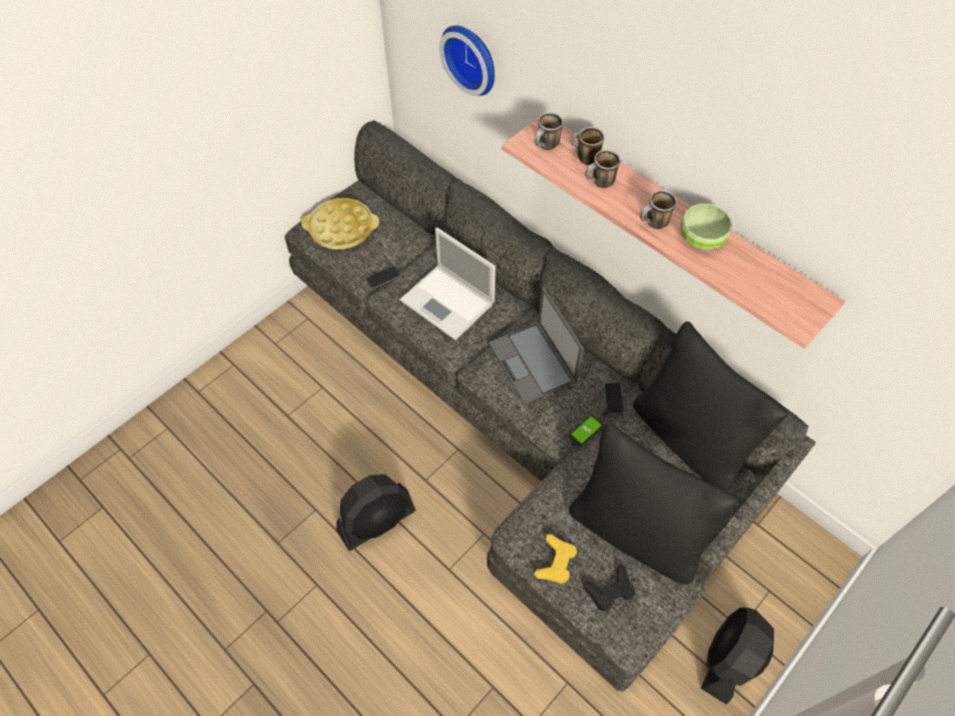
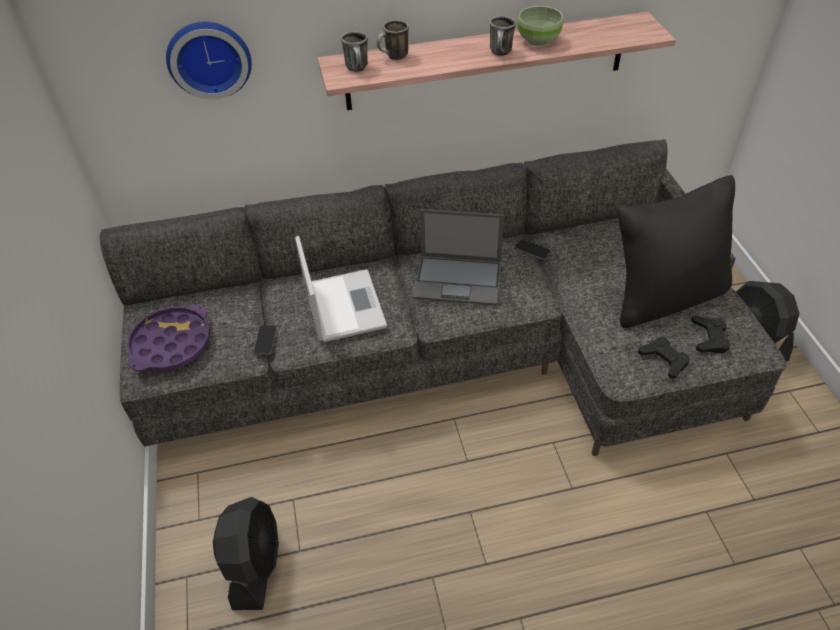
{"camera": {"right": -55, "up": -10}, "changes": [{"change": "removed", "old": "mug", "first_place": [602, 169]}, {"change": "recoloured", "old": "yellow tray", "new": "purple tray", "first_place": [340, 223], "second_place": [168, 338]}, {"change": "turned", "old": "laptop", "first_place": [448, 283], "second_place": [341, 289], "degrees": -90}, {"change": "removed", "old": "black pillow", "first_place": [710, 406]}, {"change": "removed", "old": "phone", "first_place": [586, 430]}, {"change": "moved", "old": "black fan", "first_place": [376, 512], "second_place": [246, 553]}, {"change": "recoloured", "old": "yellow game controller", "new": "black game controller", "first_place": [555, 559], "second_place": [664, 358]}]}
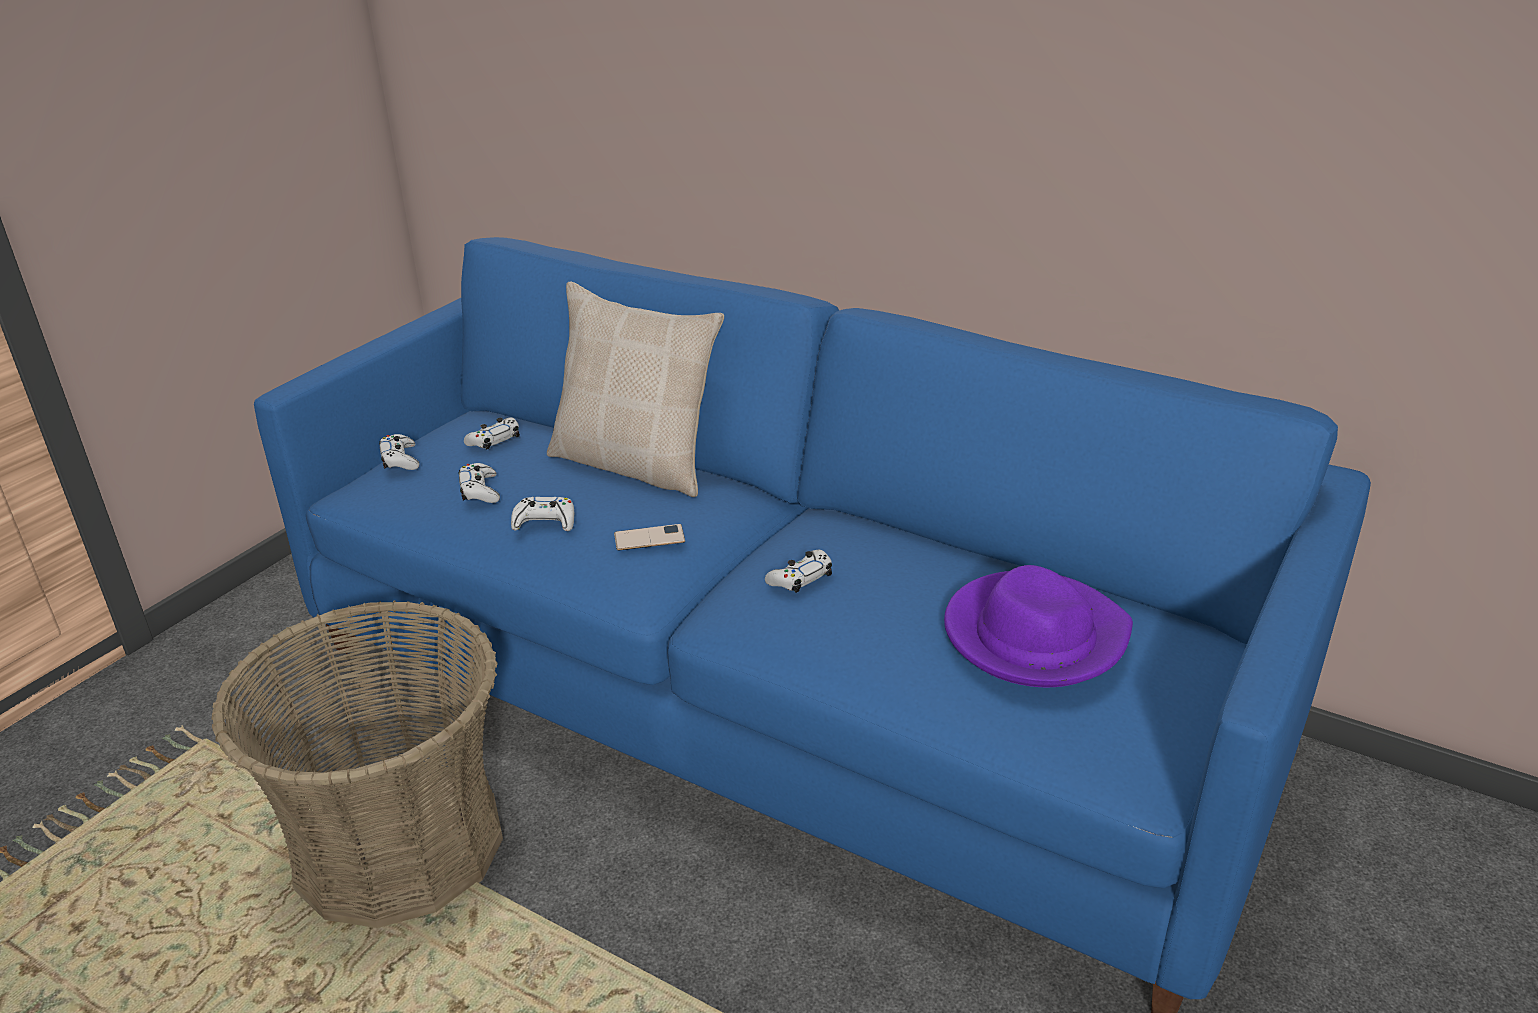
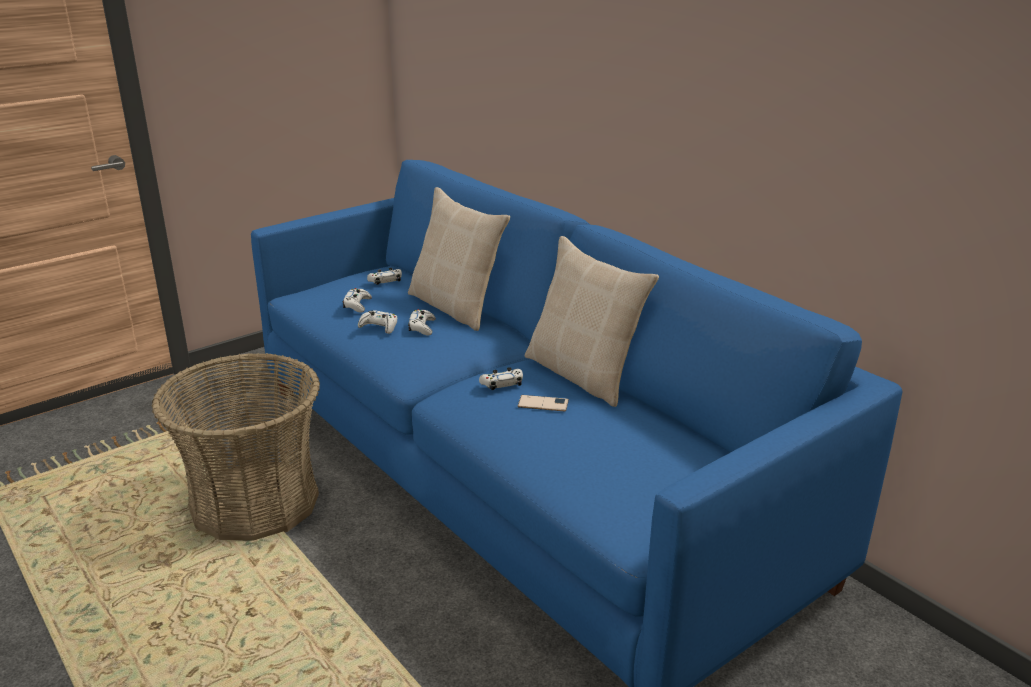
{"camera": {"right": 20, "up": -5}, "changes": [{"change": "moved", "old": "white game controller", "first_place": [399, 452], "second_place": [422, 322]}, {"change": "moved", "old": "phone", "first_place": [649, 537], "second_place": [543, 403]}, {"change": "removed", "old": "purple hat", "first_place": [1038, 626]}, {"change": "added", "new": "beige pillow", "second_place": [592, 321]}]}
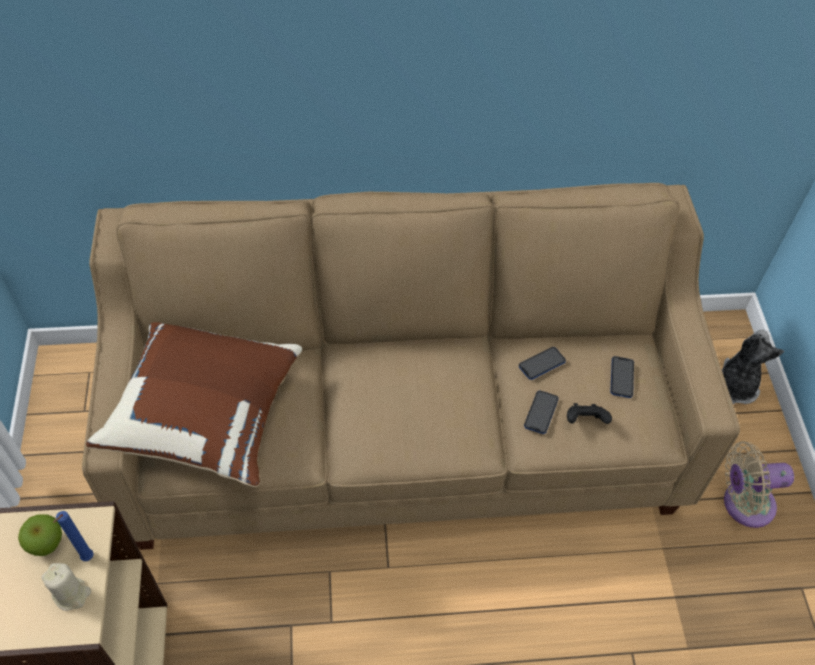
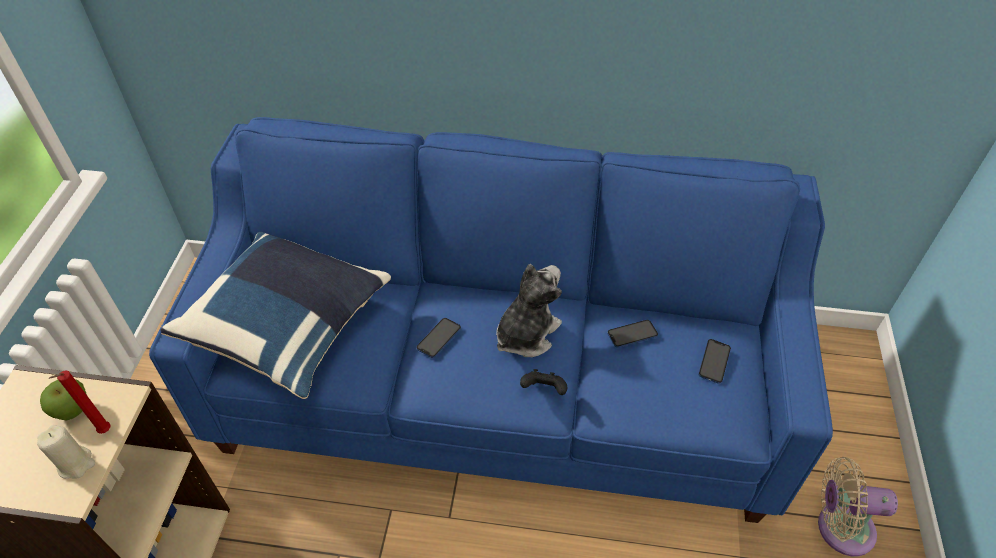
{"camera": {"right": 15, "up": -5}, "changes": [{"change": "recoloured", "old": "beige sofa", "new": "blue sofa", "first_place": [411, 366], "second_place": [491, 320]}, {"change": "recoloured", "old": "brown pillow", "new": "blue pillow", "first_place": [194, 404], "second_place": [275, 315]}, {"change": "moved", "old": "plush toy", "first_place": [753, 367], "second_place": [529, 310]}, {"change": "moved", "old": "phone", "first_place": [541, 412], "second_place": [439, 338]}, {"change": "moved", "old": "black game controller", "first_place": [589, 413], "second_place": [543, 382]}, {"change": "recoloured", "old": "blue candle", "new": "red candle", "first_place": [73, 536], "second_place": [79, 402]}]}
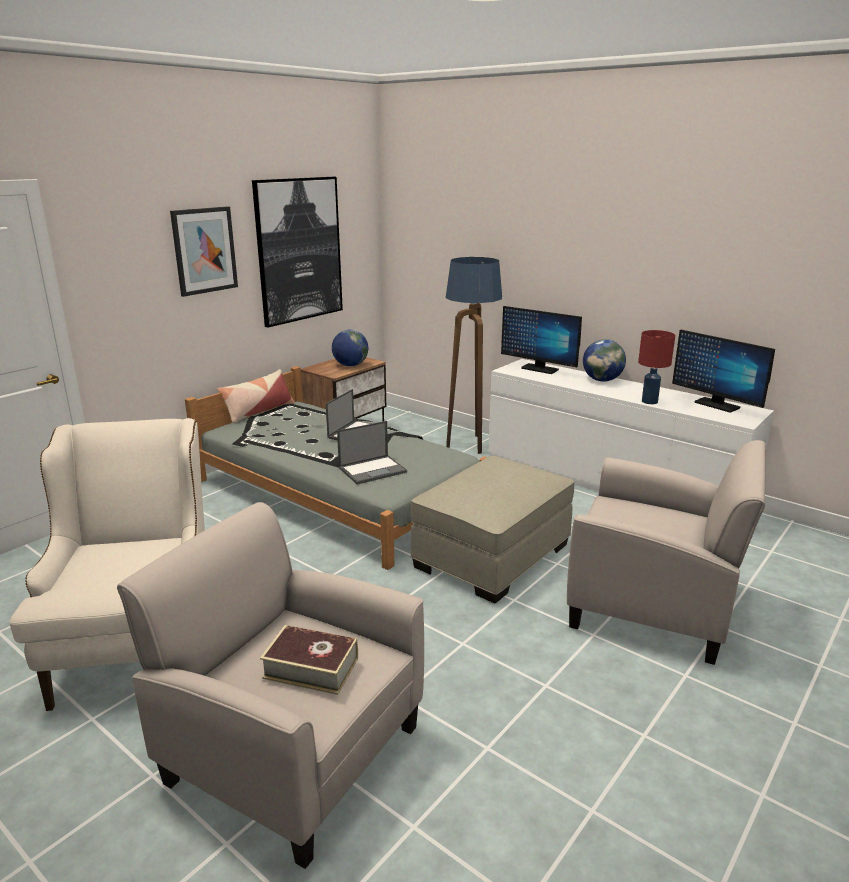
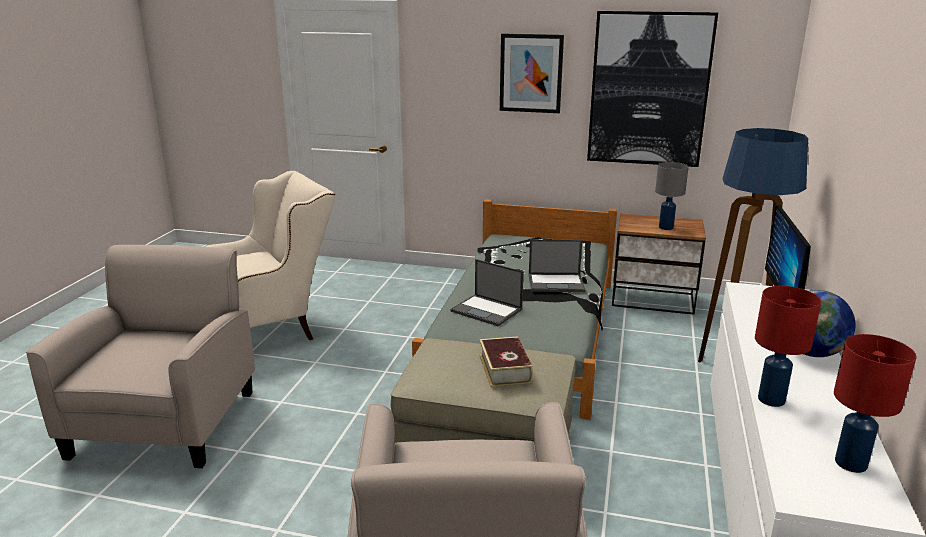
{"camera": {"right": 65, "up": 0}, "changes": [{"change": "replaced", "old": "globe", "new": "grey table lamp", "first_place": [350, 348], "second_place": [672, 196]}, {"change": "replaced", "old": "monitor", "new": "red table lamp", "first_place": [723, 371], "second_place": [875, 403]}, {"change": "removed", "old": "pillow", "first_place": [256, 396]}, {"change": "moved", "old": "book", "first_place": [309, 660], "second_place": [506, 361]}]}
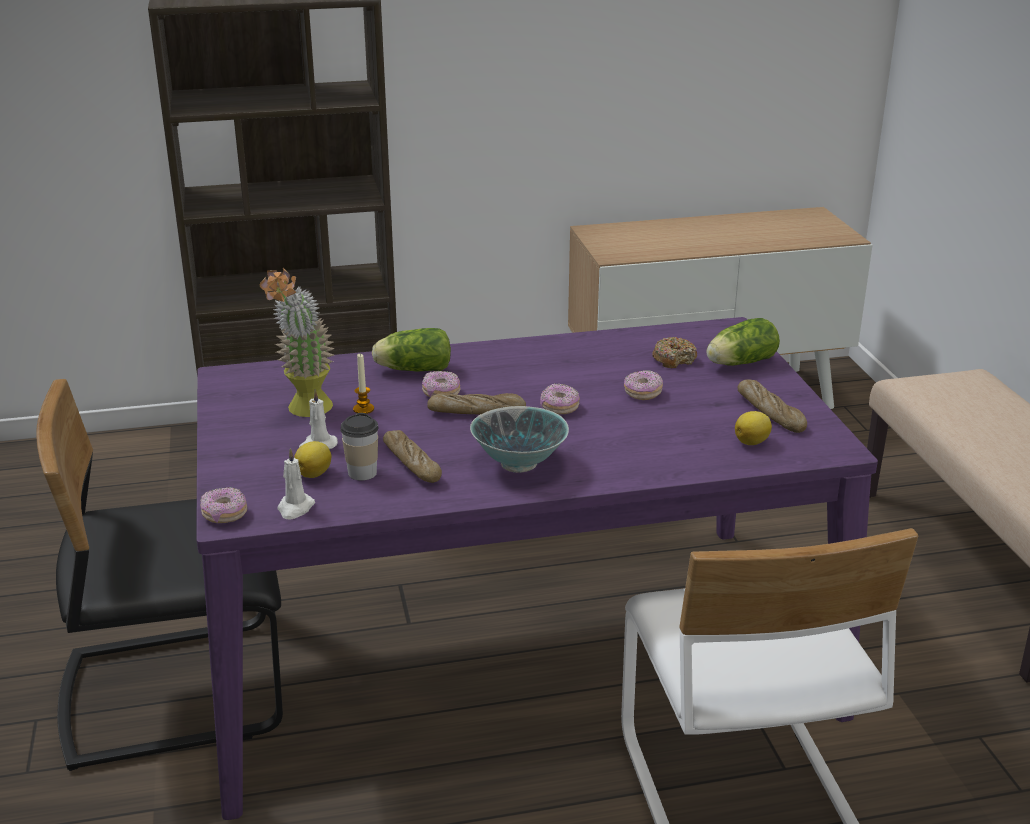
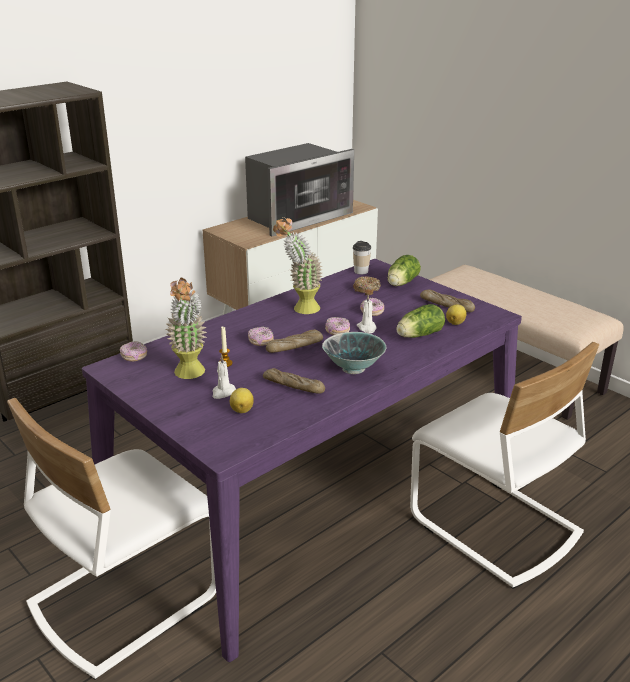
{"camera": {"right": -30, "up": 0}, "changes": [{"change": "moved", "old": "lettuce", "first_place": [411, 350], "second_place": [420, 321]}, {"change": "recoloured", "old": "black chair", "new": "white chair", "first_place": [159, 575], "second_place": [111, 539]}, {"change": "moved", "old": "cup", "first_place": [359, 447], "second_place": [362, 257]}, {"change": "moved", "old": "white candle", "first_place": [296, 483], "second_place": [367, 314]}, {"change": "moved", "old": "donut", "first_place": [223, 505], "second_place": [133, 351]}, {"change": "added", "new": "microwave", "second_place": [299, 189]}, {"change": "added", "new": "potted plant", "second_place": [298, 265]}]}
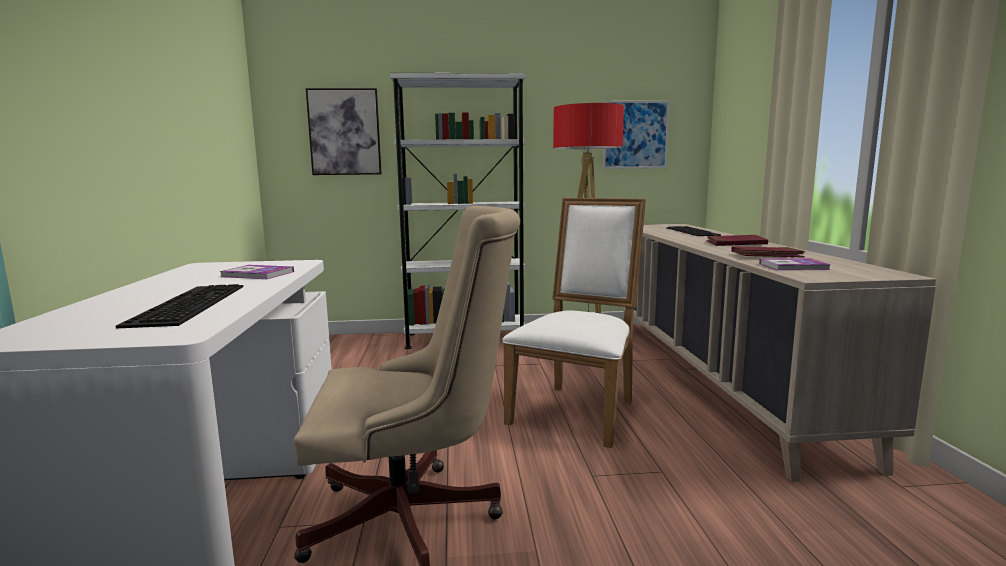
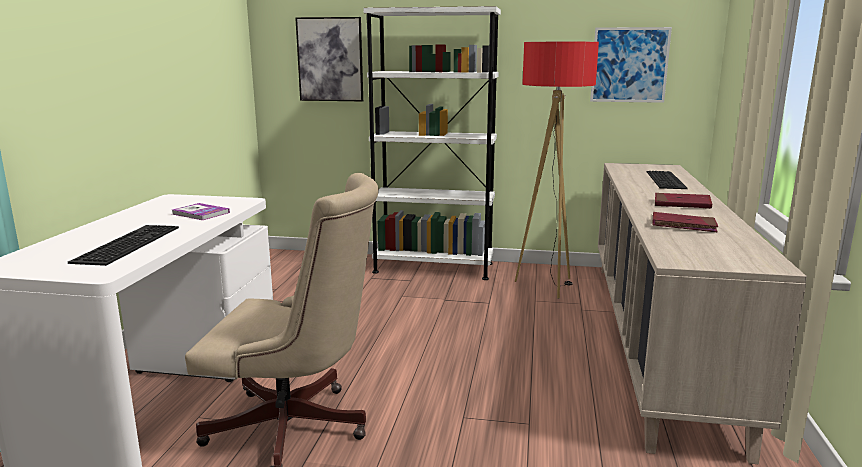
{"camera": {"right": 15, "up": 5}, "changes": [{"change": "removed", "old": "white chair", "first_place": [574, 323]}, {"change": "removed", "old": "book", "first_place": [795, 264]}]}
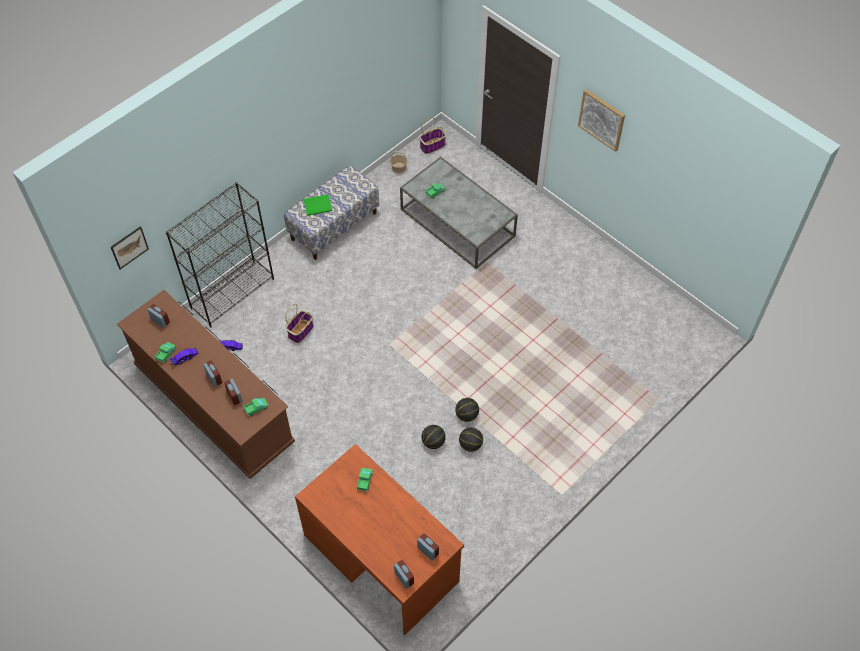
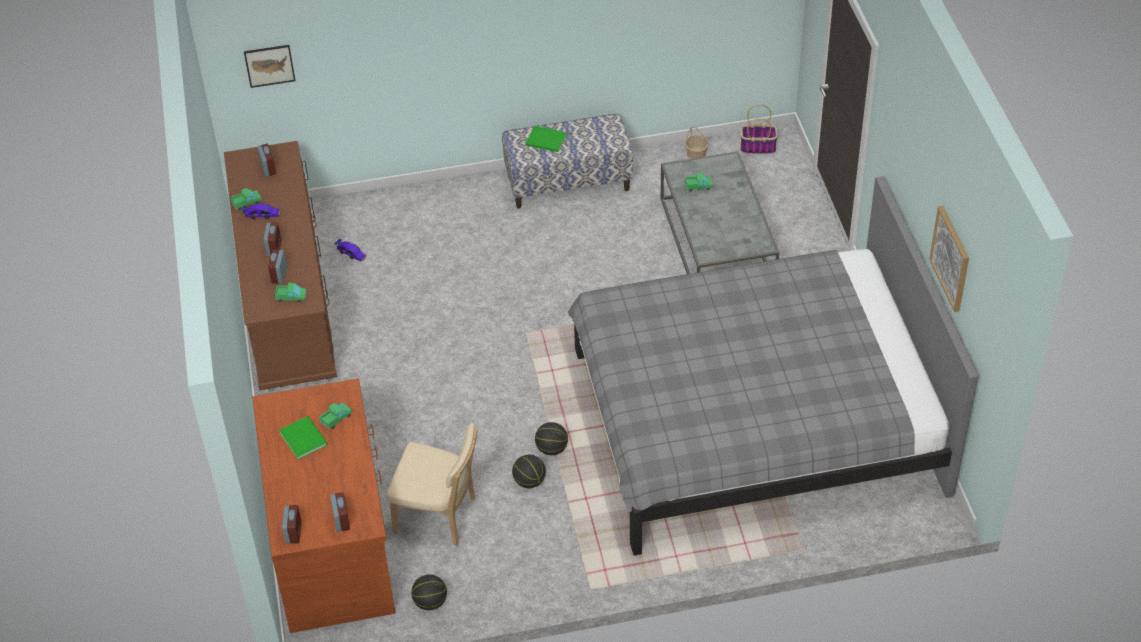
{"camera": {"right": 35, "up": -10}, "changes": [{"change": "moved", "old": "picture", "first_place": [601, 120], "second_place": [949, 259]}, {"change": "removed", "old": "black bookcase", "first_place": [220, 255]}, {"change": "removed", "old": "basket", "first_place": [299, 323]}, {"change": "moved", "old": "basketball", "first_place": [433, 437], "second_place": [429, 592]}, {"change": "added", "new": "grey bed", "second_place": [773, 366]}, {"change": "added", "new": "green book", "second_place": [303, 438]}, {"change": "added", "new": "beige chair", "second_place": [432, 484]}]}
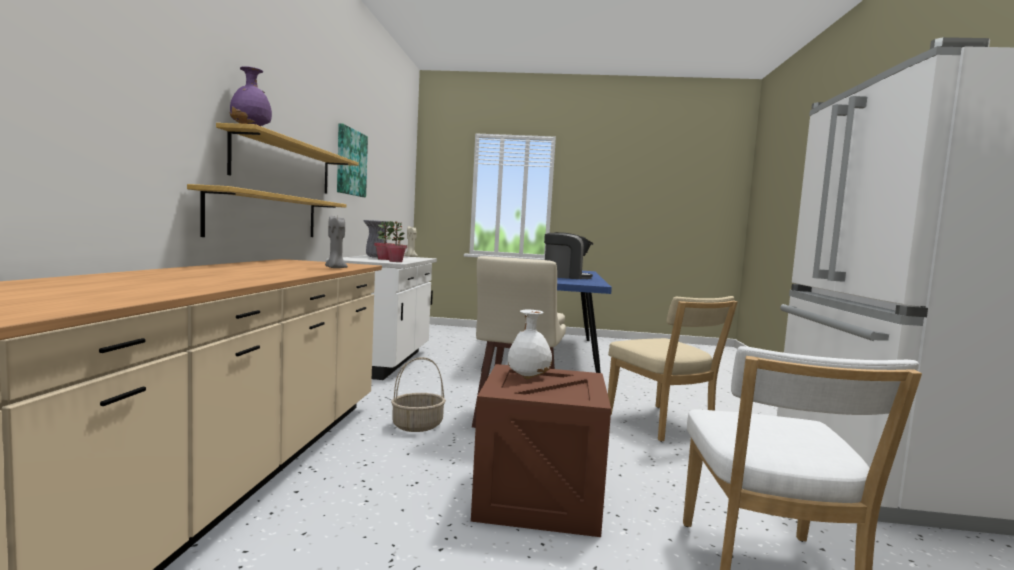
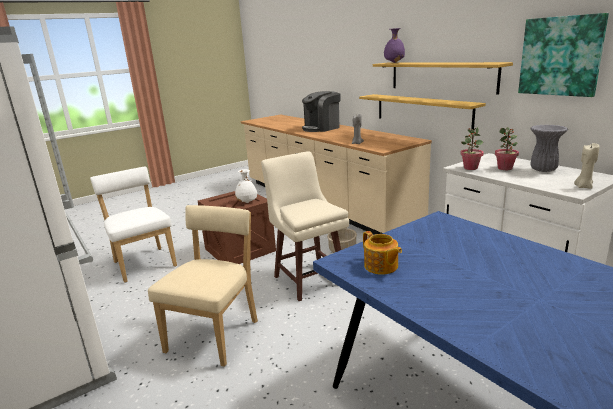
{"camera": {"right": 140, "up": 15}, "changes": [{"change": "moved", "old": "coffee machine", "first_place": [569, 255], "second_place": [321, 111]}, {"change": "turned", "old": "beige chair", "first_place": [673, 369], "second_place": [203, 286], "degrees": 90}, {"change": "added", "new": "teapot", "second_place": [382, 253]}]}
